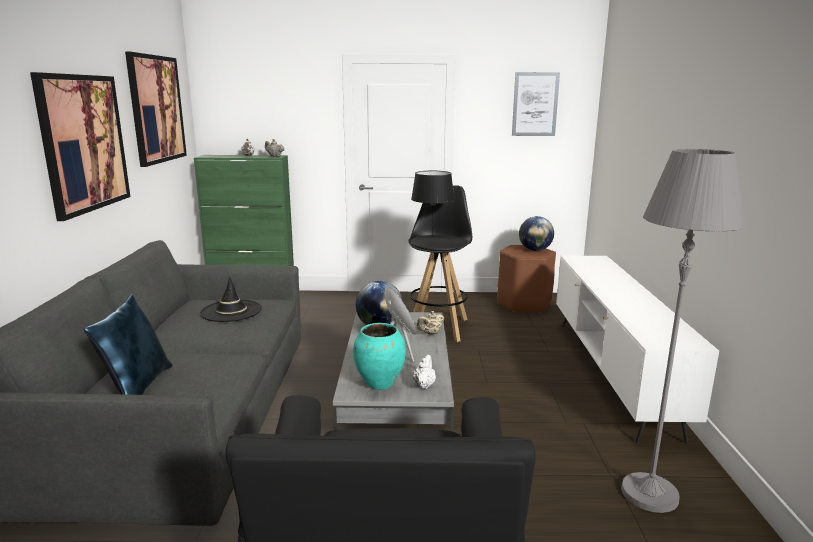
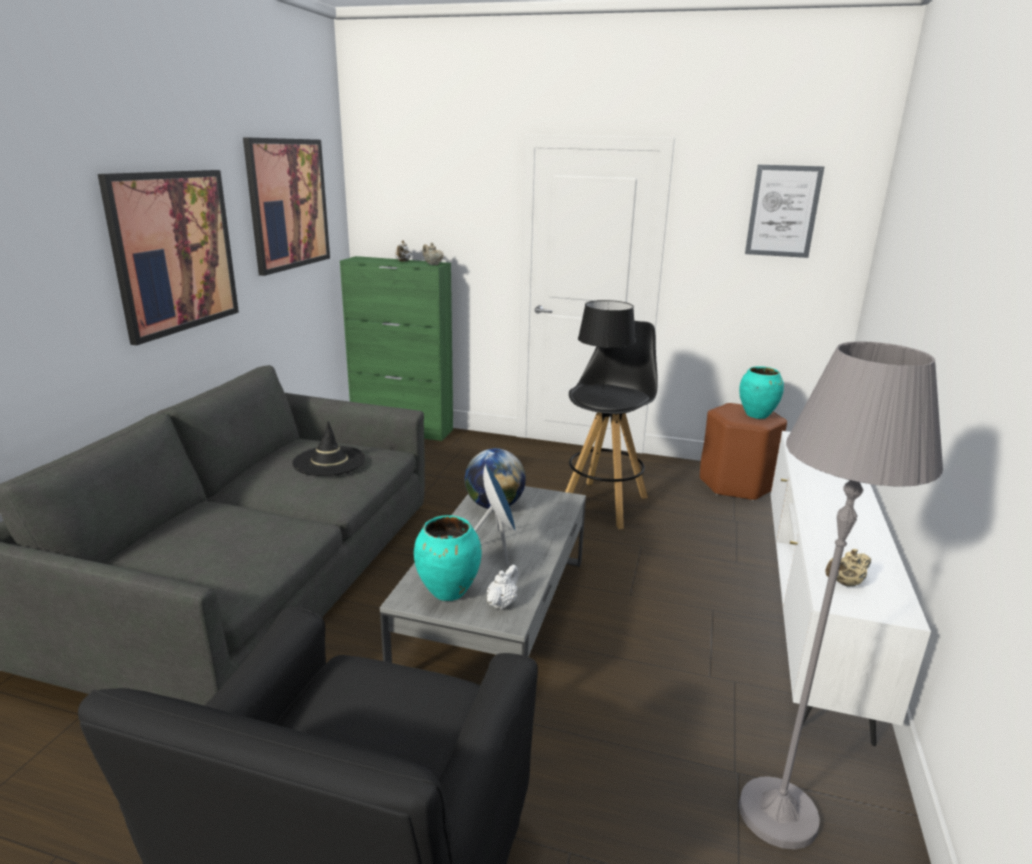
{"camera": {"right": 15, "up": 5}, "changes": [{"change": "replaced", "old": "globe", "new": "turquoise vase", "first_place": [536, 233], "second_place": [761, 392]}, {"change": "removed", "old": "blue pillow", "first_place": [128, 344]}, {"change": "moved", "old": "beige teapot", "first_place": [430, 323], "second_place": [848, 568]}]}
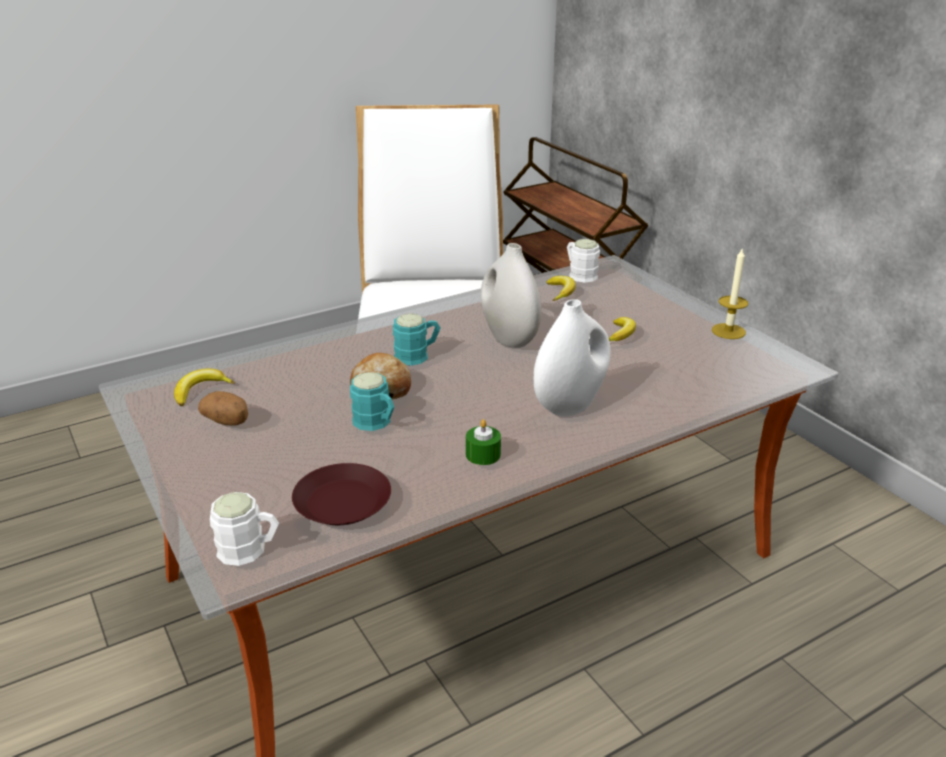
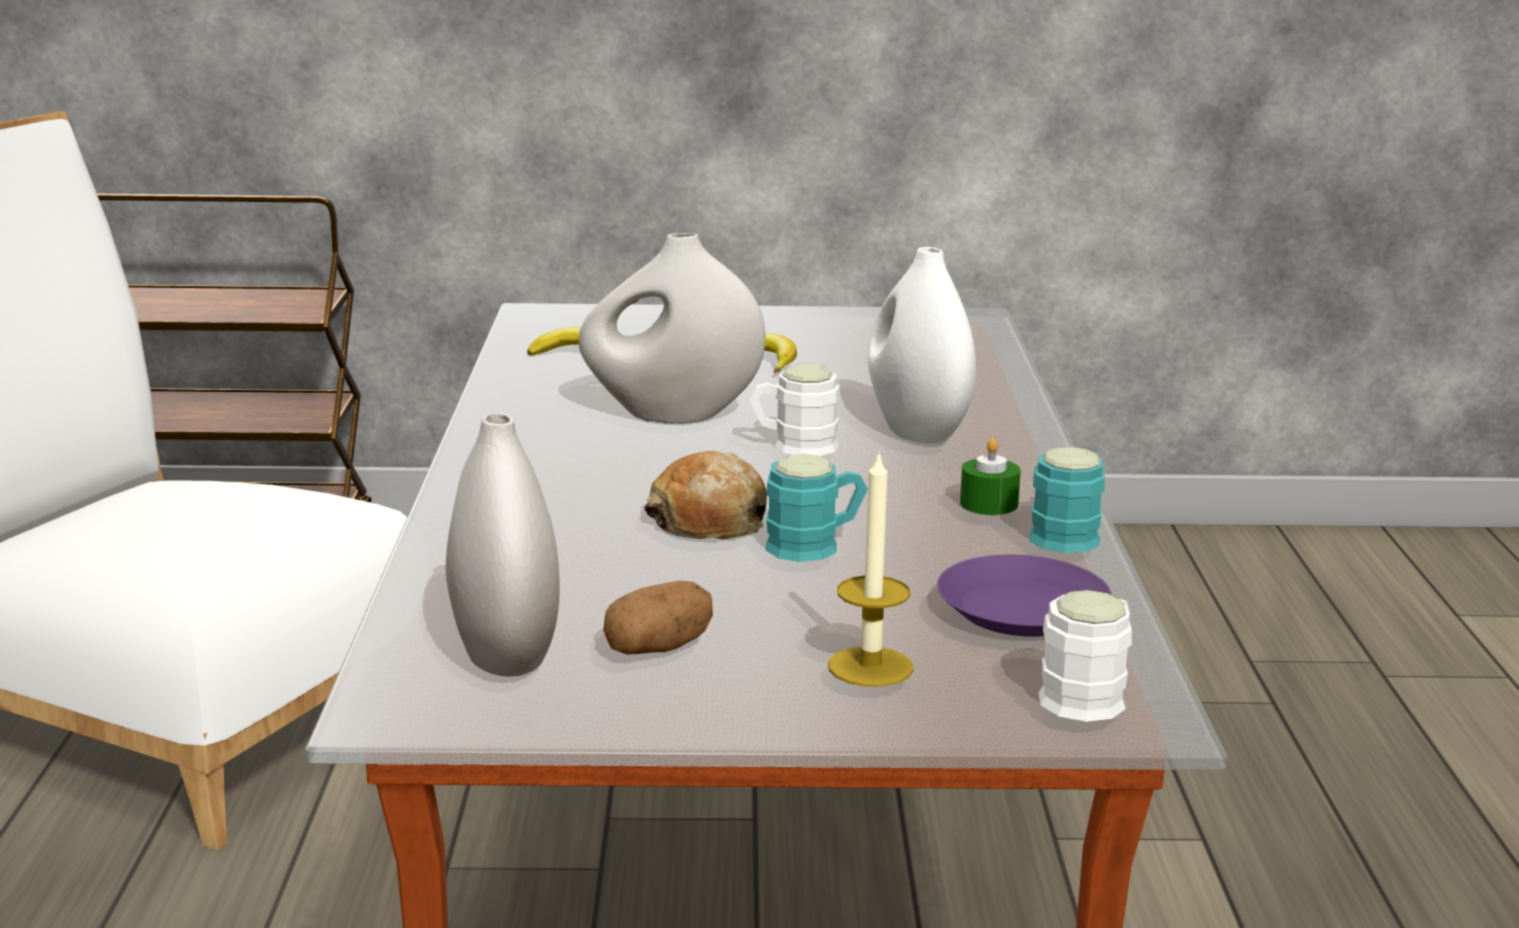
{"camera": {"right": -60, "up": -10}, "changes": [{"change": "moved", "old": "white mug", "first_place": [583, 260], "second_place": [794, 409]}, {"change": "moved", "old": "candle", "first_place": [730, 293], "second_place": [870, 568]}, {"change": "moved", "old": "turquoise mug", "first_place": [417, 339], "second_place": [1067, 500]}, {"change": "replaced", "old": "banana", "new": "white vase", "first_place": [204, 387], "second_place": [503, 544]}, {"change": "recoloured", "old": "brown plate", "new": "purple plate", "first_place": [341, 494], "second_place": [1024, 596]}]}
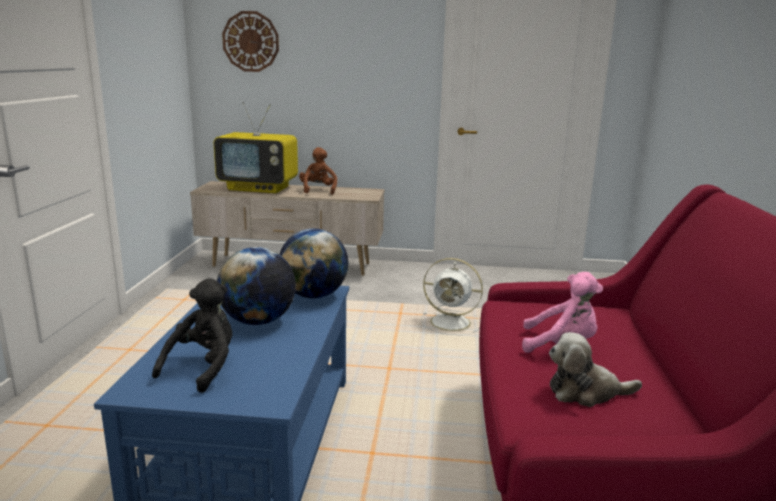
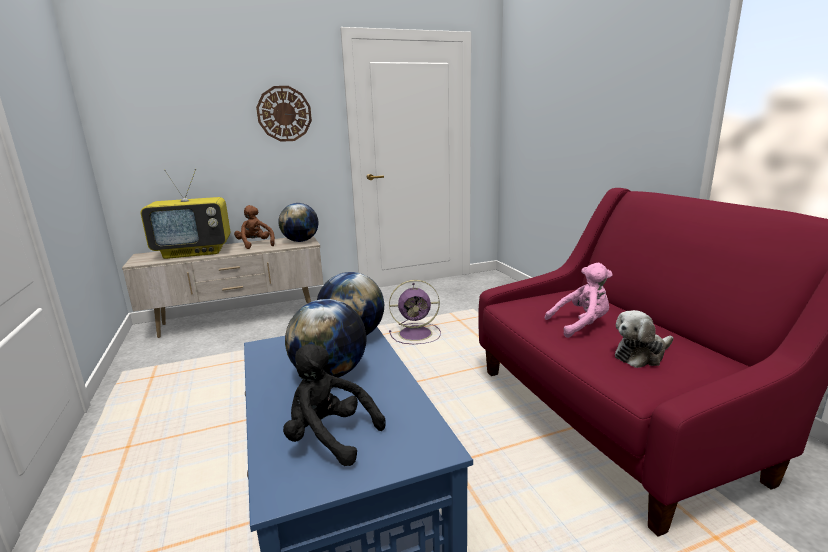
{"camera": {"right": -25, "up": 0}, "changes": [{"change": "moved", "old": "wall clock", "first_place": [250, 41], "second_place": [284, 114]}, {"change": "recoloured", "old": "white fan", "new": "purple fan", "first_place": [452, 296], "second_place": [415, 312]}, {"change": "turned", "old": "black plush toy", "first_place": [192, 335], "second_place": [334, 405], "degrees": -60}, {"change": "added", "new": "globe", "second_place": [298, 222]}]}
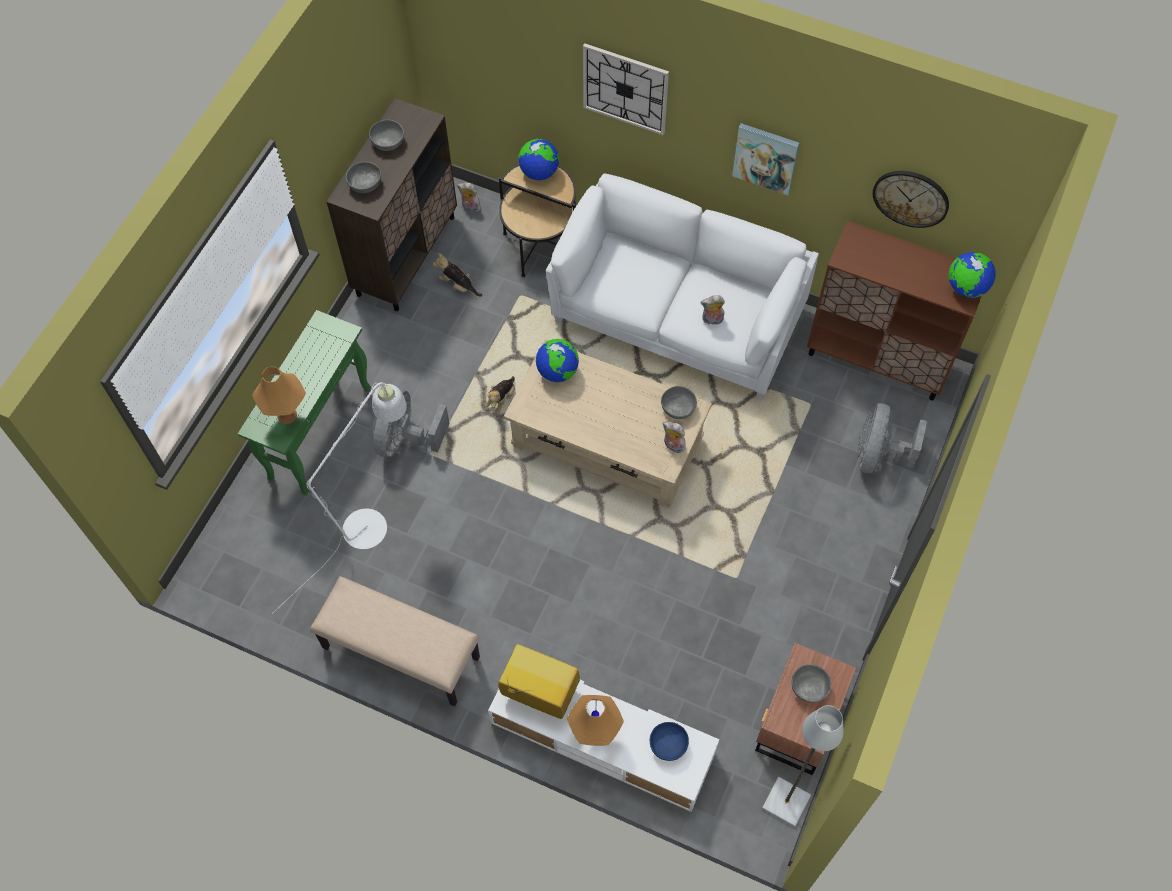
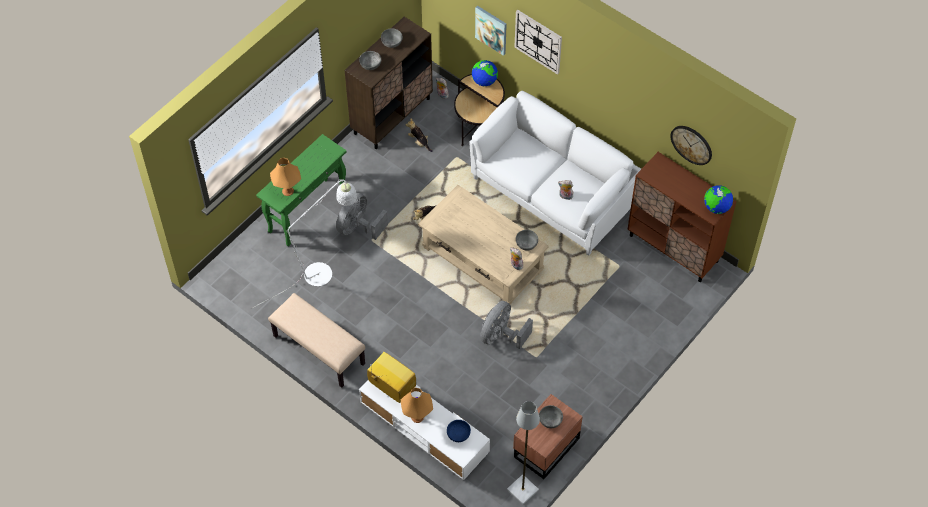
{"camera": {"right": 15, "up": -5}, "changes": [{"change": "moved", "old": "picture", "first_place": [765, 159], "second_place": [491, 31]}, {"change": "removed", "old": "globe", "first_place": [557, 360]}, {"change": "moved", "old": "grey fan", "first_place": [892, 438], "second_place": [506, 325]}]}
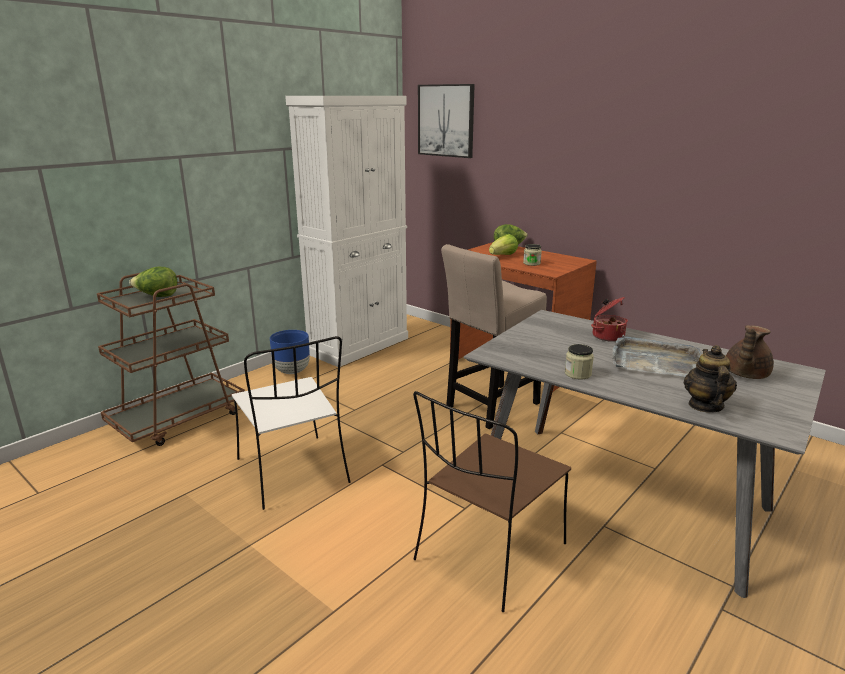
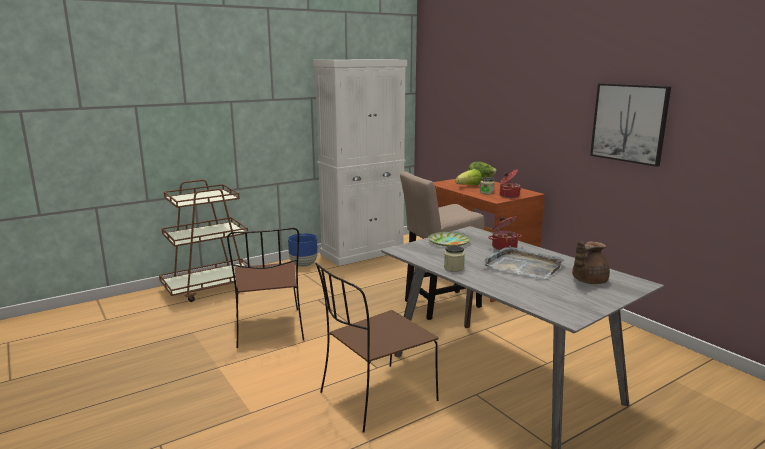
{"camera": {"right": 15, "up": -5}, "changes": [{"change": "moved", "old": "picture", "first_place": [446, 121], "second_place": [630, 125]}, {"change": "removed", "old": "lettuce", "first_place": [153, 282]}, {"change": "recoloured", "old": "white chair", "new": "brown chair", "first_place": [291, 423], "second_place": [265, 288]}, {"change": "removed", "old": "teapot", "first_place": [710, 379]}, {"change": "added", "new": "cooking pot", "second_place": [510, 184]}, {"change": "added", "new": "plate", "second_place": [449, 239]}]}
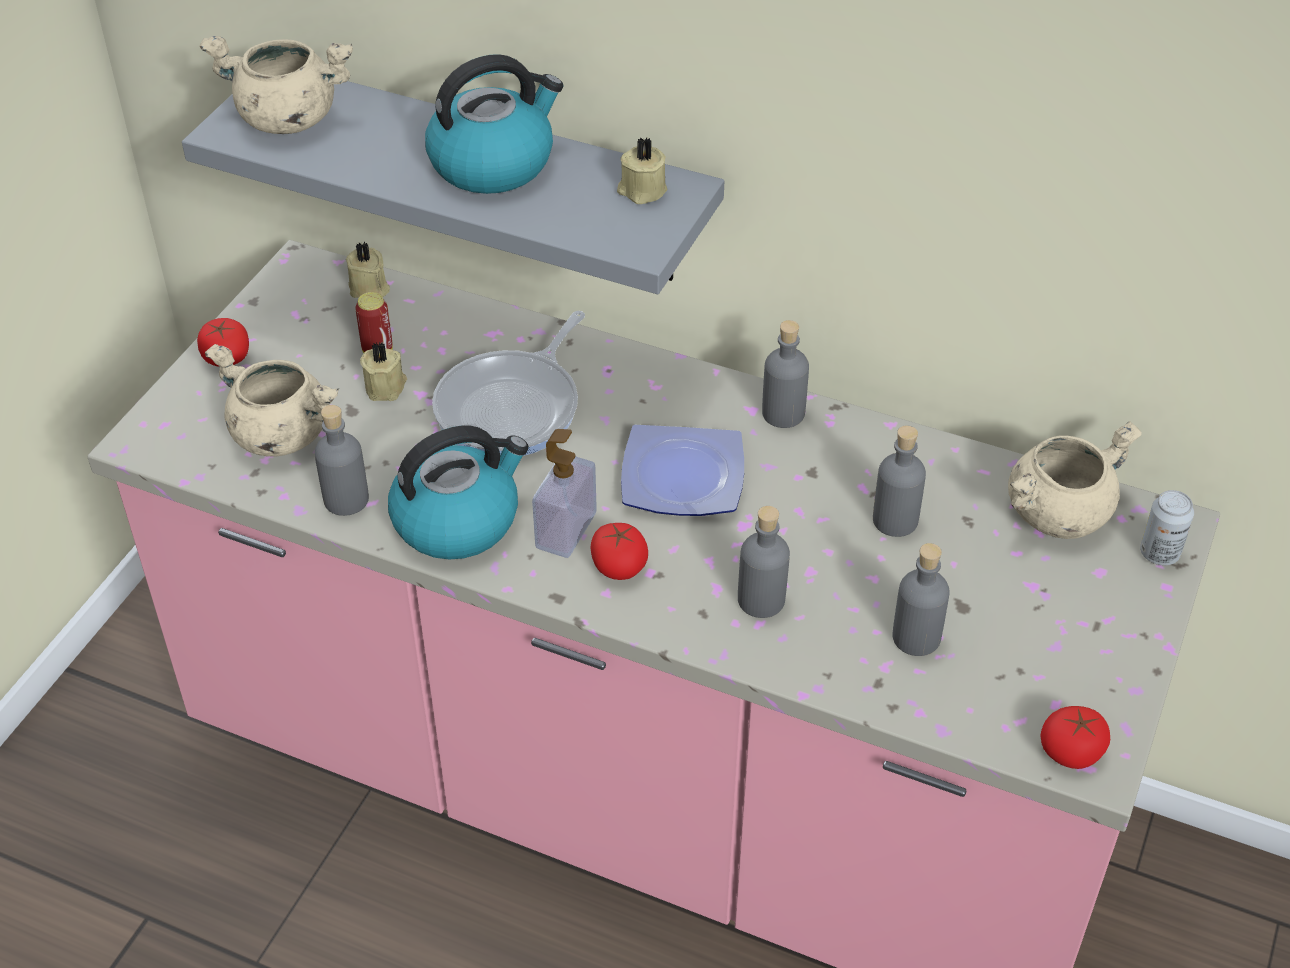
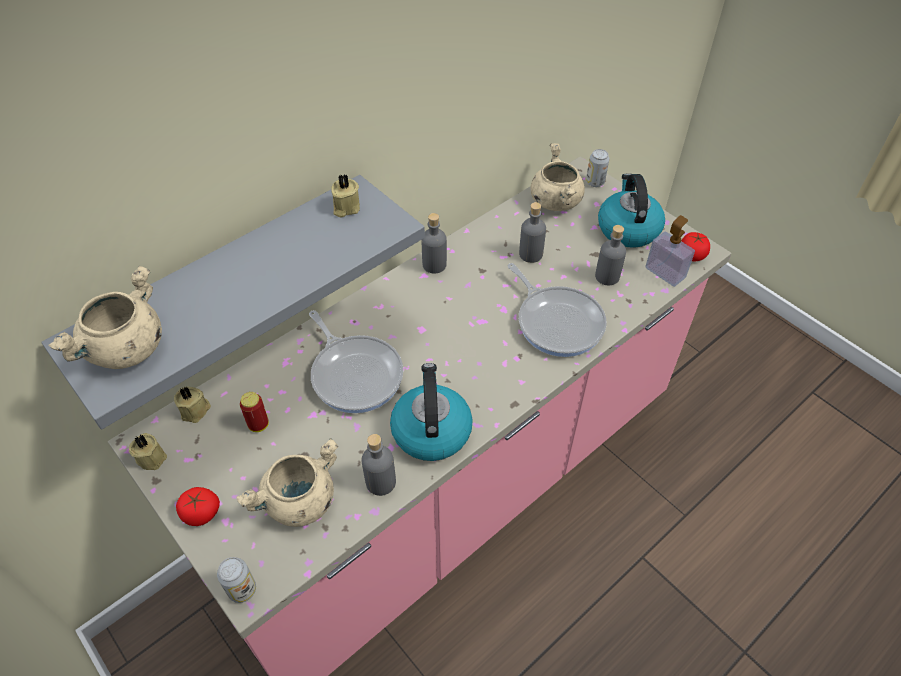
{"camera": {"right": -65, "up": 5}, "changes": [{"change": "moved", "old": "kettle", "first_place": [494, 124], "second_place": [631, 211]}, {"change": "moved", "old": "beige candle", "first_place": [383, 371], "second_place": [148, 451]}, {"change": "removed", "old": "plate", "first_place": [682, 470]}, {"change": "moved", "old": "soap dispenser", "first_place": [564, 493], "second_place": [670, 251]}, {"change": "replaced", "old": "grey bottle", "new": "frying pan", "first_place": [764, 562], "second_place": [557, 310]}, {"change": "removed", "old": "tomato", "first_place": [619, 551]}, {"change": "added", "new": "can", "second_place": [236, 580]}]}
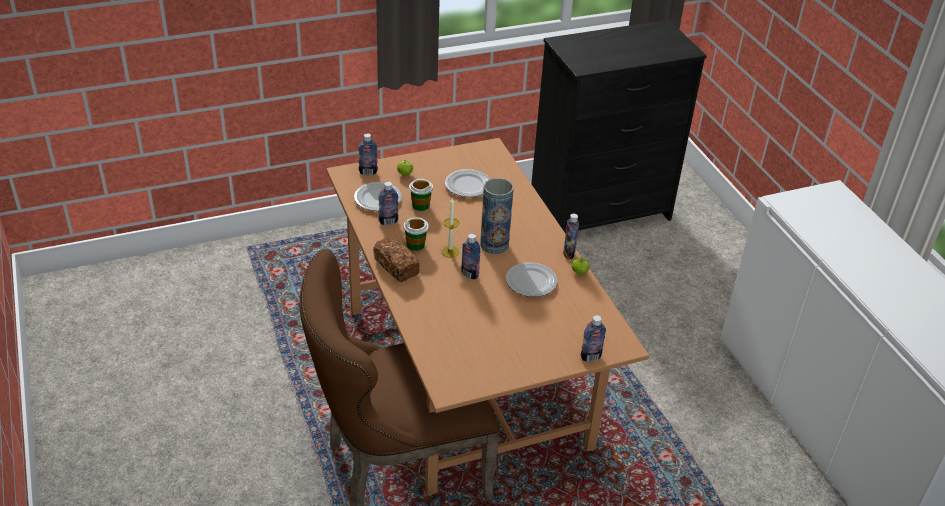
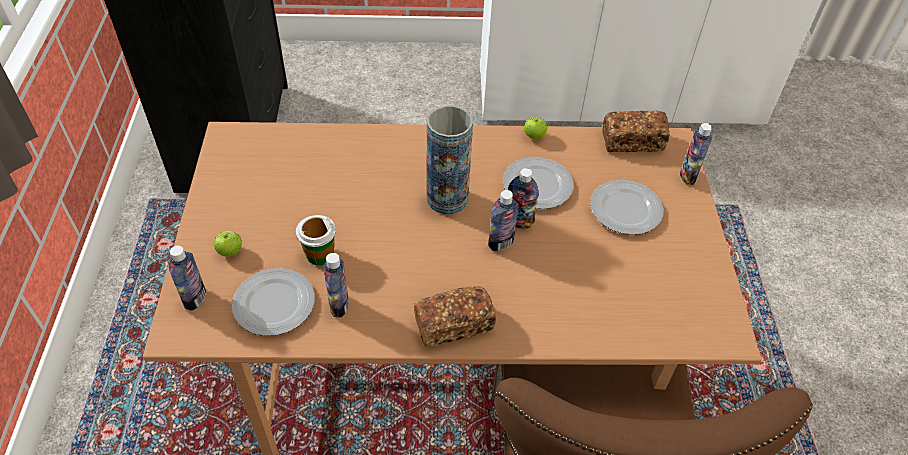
{"camera": {"right": -70, "up": 10}, "changes": [{"change": "moved", "old": "plate", "first_place": [467, 183], "second_place": [627, 207]}, {"change": "removed", "old": "candle", "first_place": [450, 228]}, {"change": "moved", "old": "bottle", "first_place": [571, 236], "second_place": [523, 198]}, {"change": "removed", "old": "cup", "first_place": [416, 234]}, {"change": "added", "new": "bread", "second_place": [636, 131]}]}
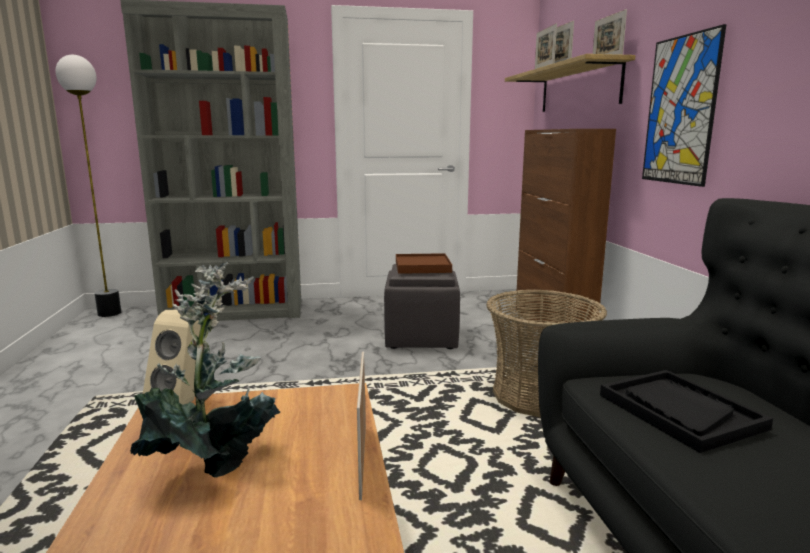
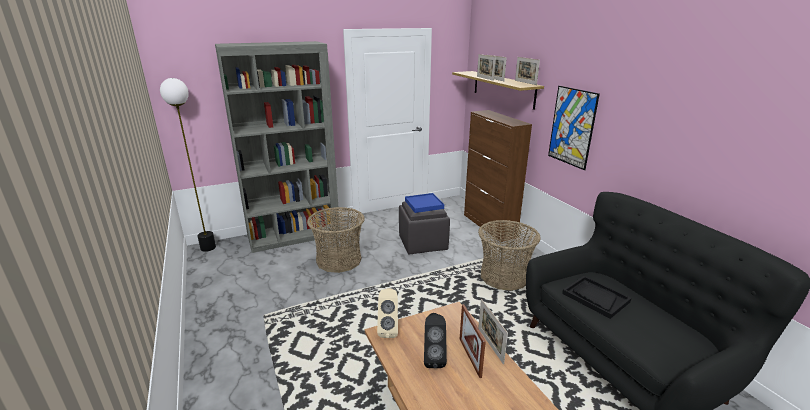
{"camera": {"right": -15, "up": 10}, "changes": [{"change": "recoloured", "old": "brown tray", "new": "blue tray", "first_place": [424, 263], "second_place": [424, 203]}, {"change": "replaced", "old": "potted plant", "new": "black speaker", "first_place": [205, 370], "second_place": [435, 340]}, {"change": "added", "new": "basket", "second_place": [336, 240]}, {"change": "added", "new": "picture frame", "second_place": [473, 341]}]}
